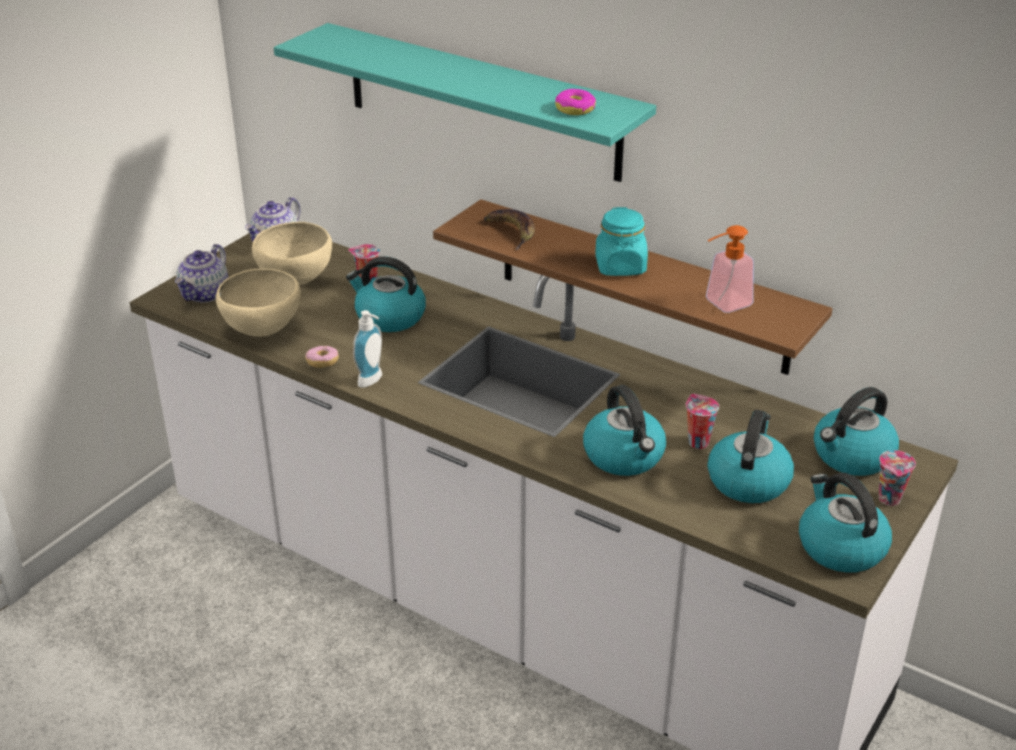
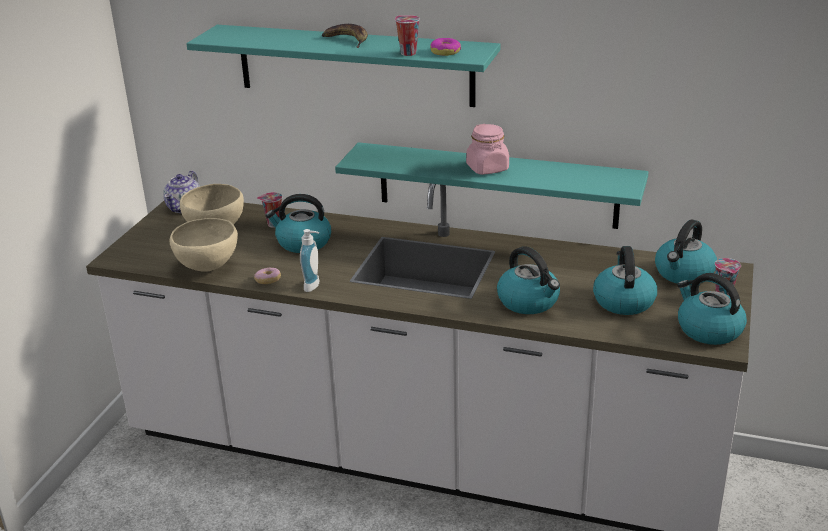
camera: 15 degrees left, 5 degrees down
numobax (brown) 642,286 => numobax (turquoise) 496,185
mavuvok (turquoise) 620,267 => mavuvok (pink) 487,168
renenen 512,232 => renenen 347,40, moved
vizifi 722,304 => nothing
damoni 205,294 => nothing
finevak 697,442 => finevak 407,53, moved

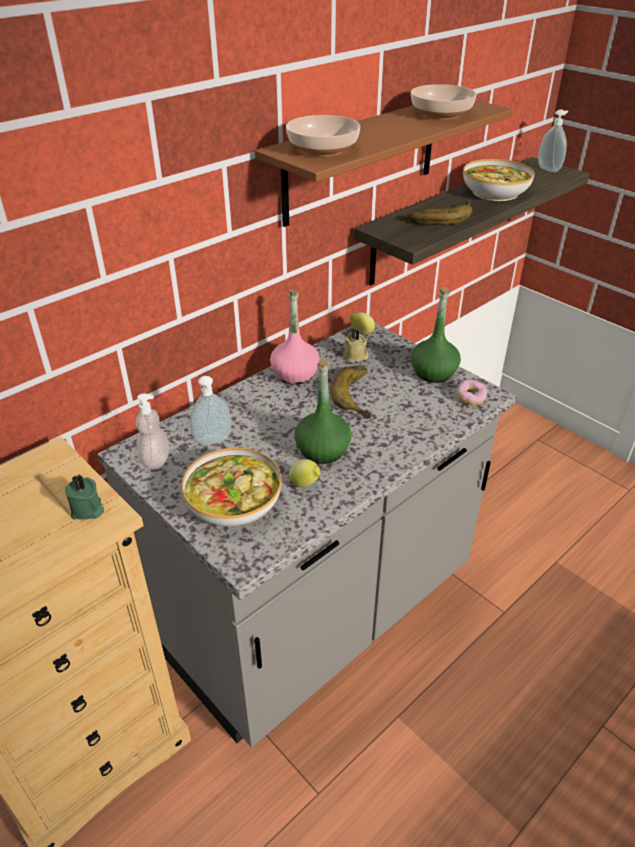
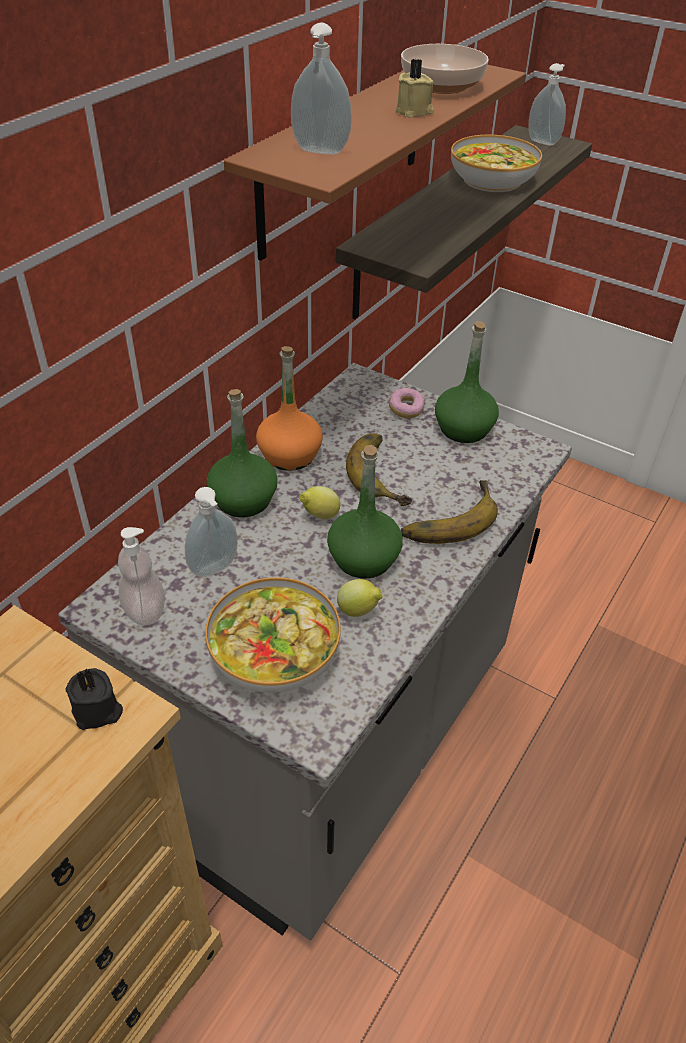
camera: 15 degrees left, 5 degrees up
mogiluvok 324,149 => vizifi 319,152
renenen 438,216 => renenen 446,517, moved
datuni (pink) 295,374 => datuni (orange) 290,455
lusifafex 361,333 => lusifafex 319,516, moved
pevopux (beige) 356,356 => pevopux (beige) 414,112, moved
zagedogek 470,398 => zagedogek 406,410, moved
pevopux (green) 87,510 => pevopux (black) 97,712
nothing => datuni (green) 243,500

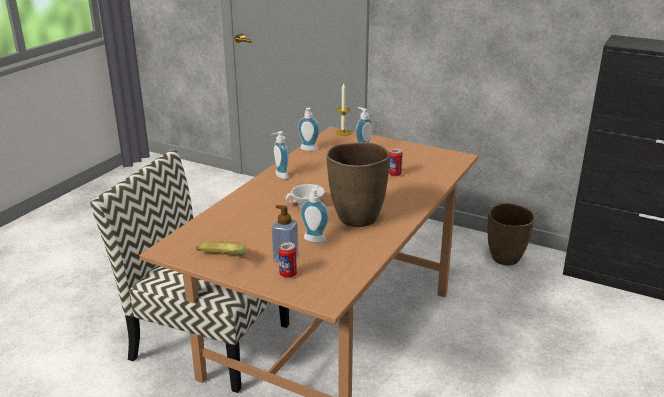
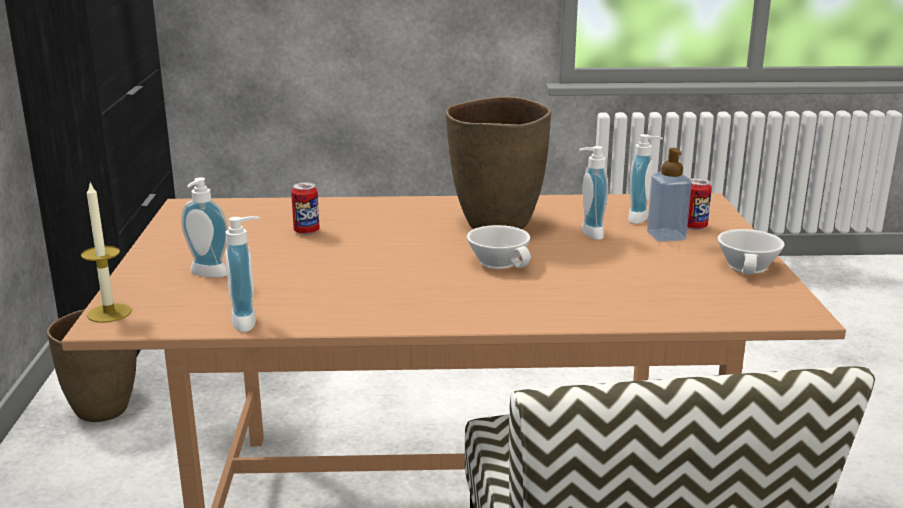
camera: 120 degrees left, 5 degrees down
vizifi 279,176 => vizifi 642,219, moved
renenen 219,263 => finevak (white) 750,267

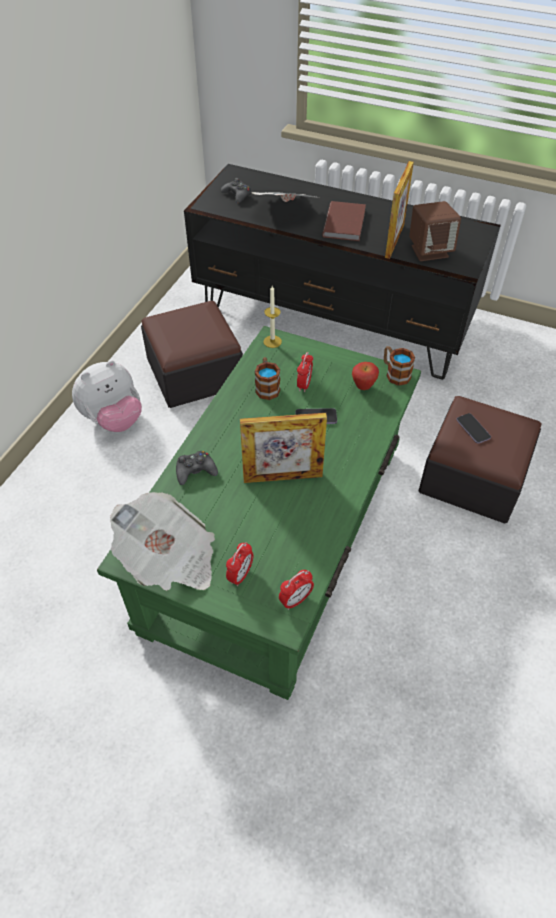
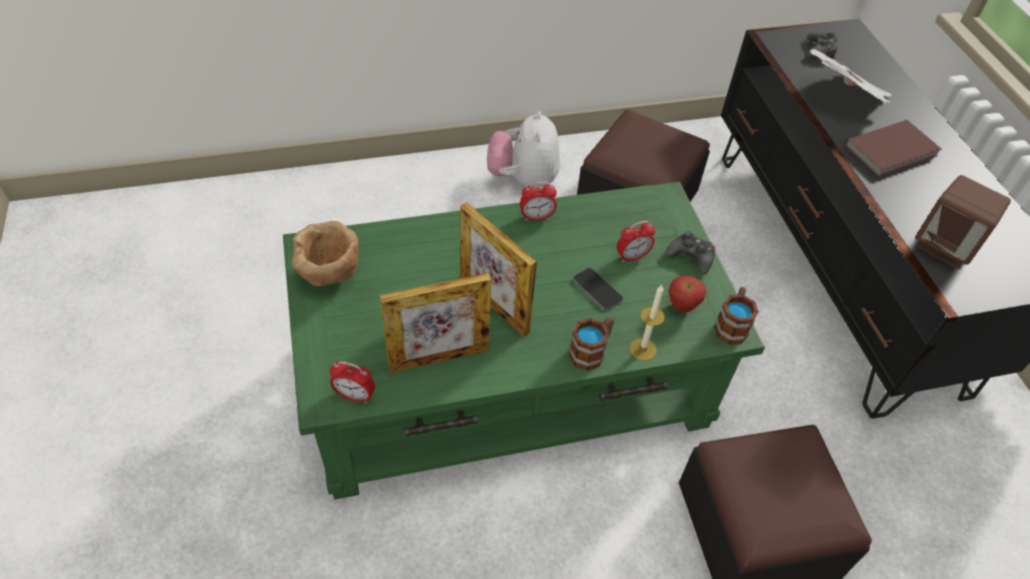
camera: 50 degrees right, 0 degrees up
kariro 394,241 => kariro 439,358, moved
pevopux 272,341 => pevopux 643,349, moved
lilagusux 267,387 => lilagusux 591,351, moved
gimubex 114,419 => gimubex 523,179, 75 degrees clockwise
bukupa 473,429 => nothing
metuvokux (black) 195,471 => metuvokux (black) 691,257, moved
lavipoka 169,559 => mogiluvok (brown) 330,275
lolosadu 240,575 => lolosadu 536,217, moved

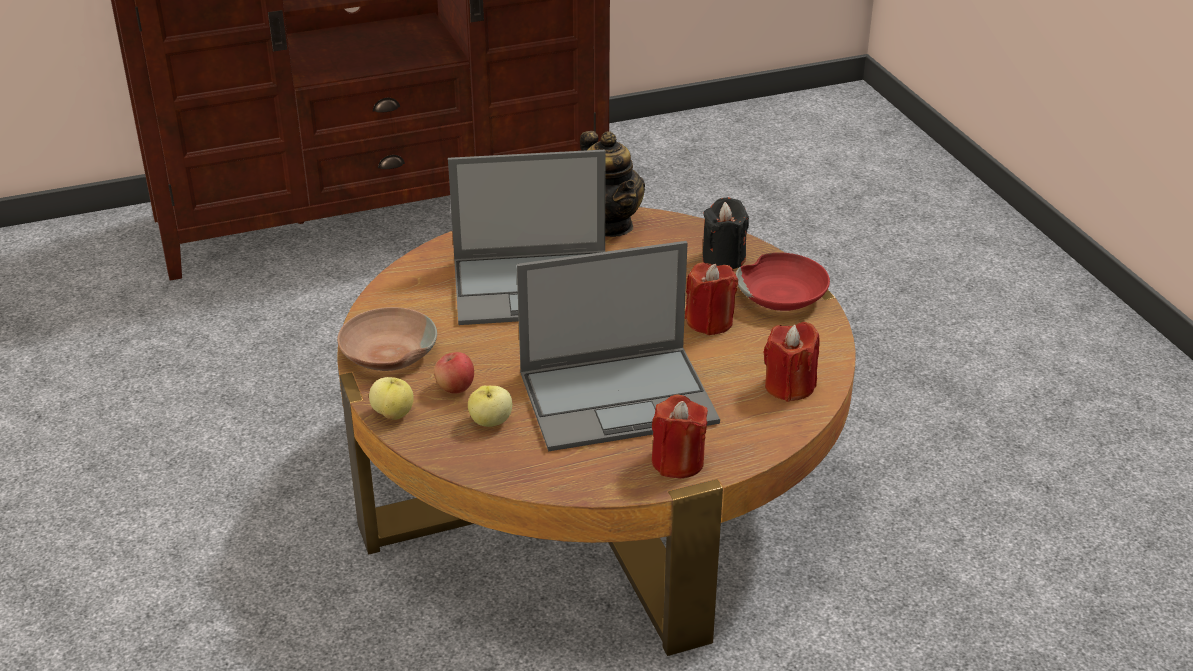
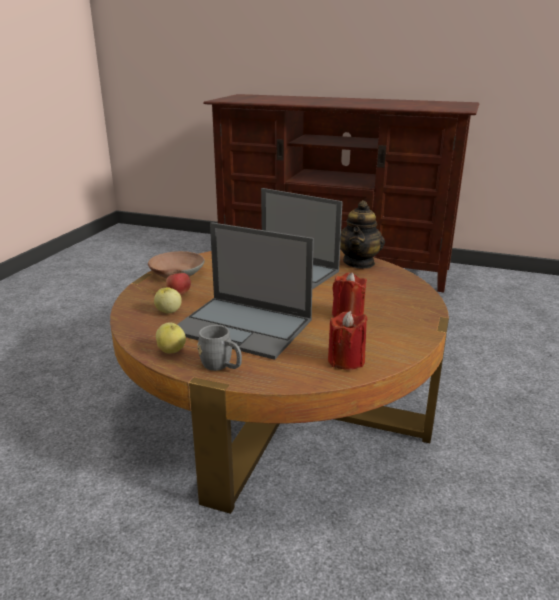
camera: 40 degrees right, 10 degrees down
pevopux (black) 723,258 => nothing
mogiluvok (red) 783,295 => nothing
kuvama 393,413 => kuvama 172,350, moved
pevopux (red) 677,462 => lilagusux (grey) 221,366

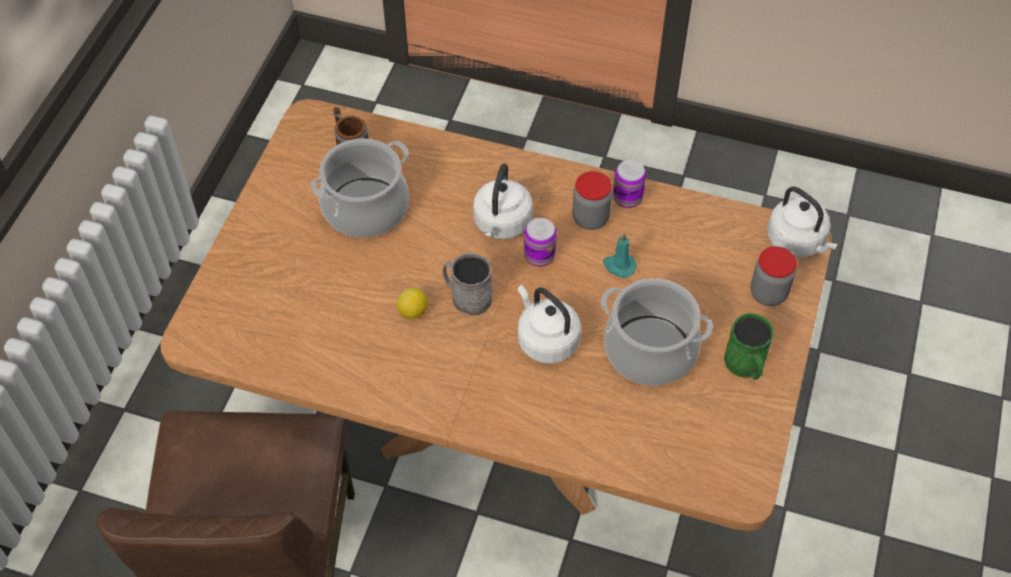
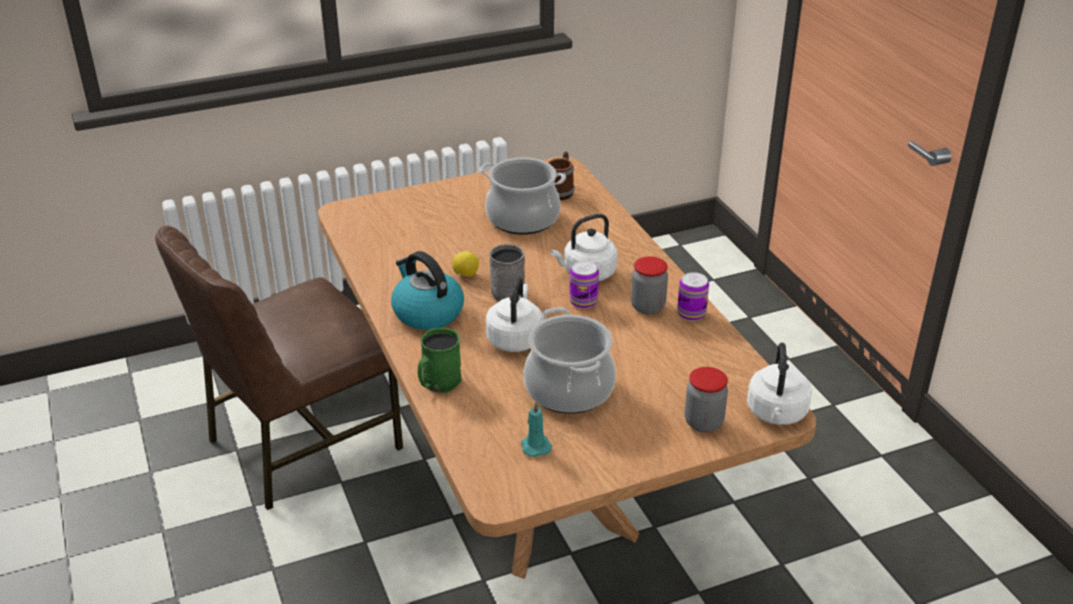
camera: 50 degrees right, 20 degrees down
pevopux (turquoise) 619,266 => pevopux (turquoise) 535,446, moved
lilagusux (green) 746,365 => lilagusux (green) 438,383, moved
nothing => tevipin 427,312

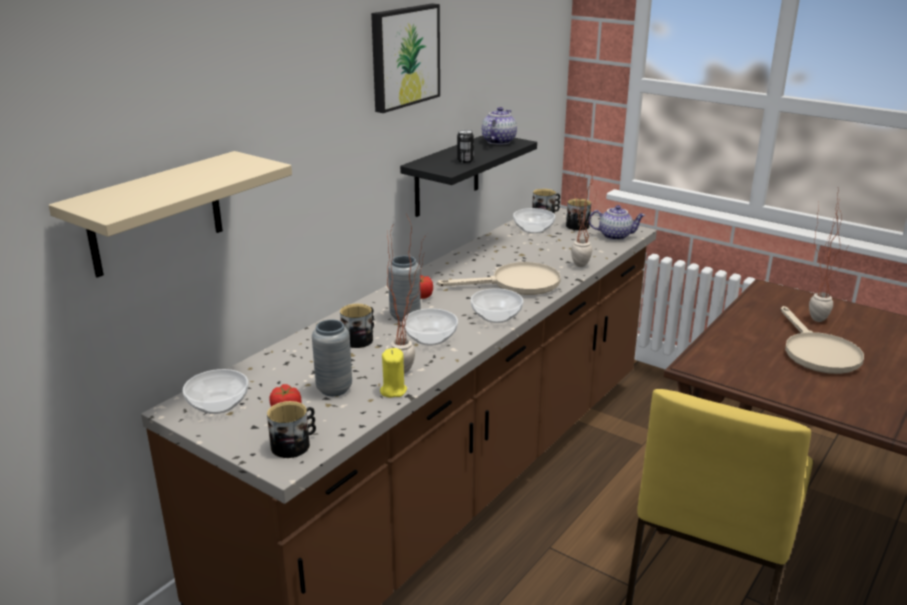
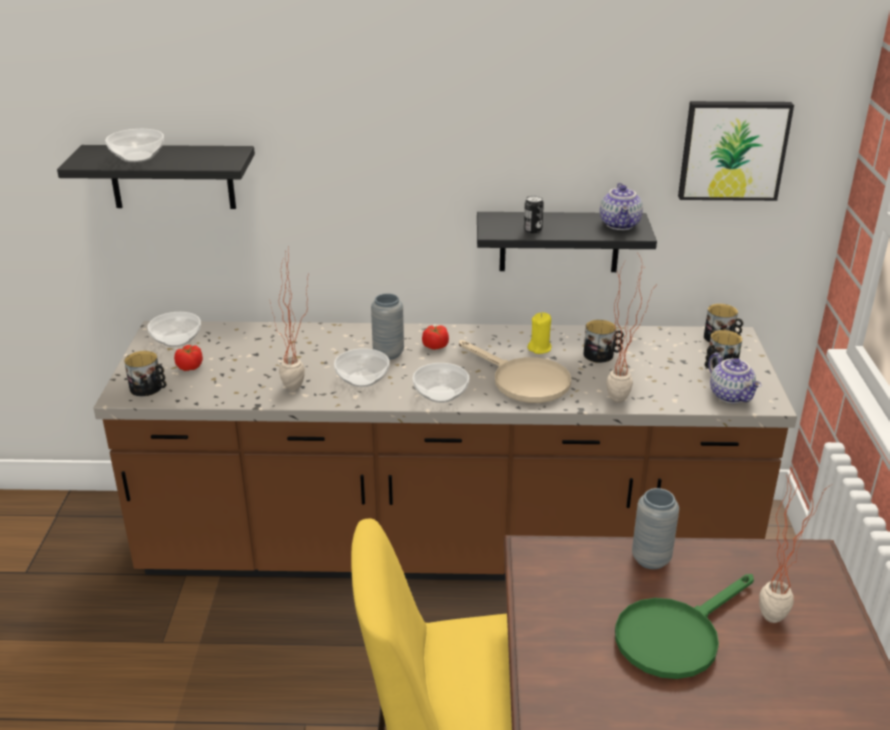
camera: 55 degrees right, 5 degrees up
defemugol 403,56 => defemugol 733,150, moved
damoni 498,141 => damoni 620,225, 105 degrees clockwise
numobax (beige) 156,214 => numobax (black) 172,177
mogiluvok 533,229 => mogiluvok 136,157, moved
lilagusux 360,339 => lilagusux 602,355, moved
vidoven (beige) 816,352 => vidoven (green) 675,635
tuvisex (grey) 334,389 => tuvisex (grey) 651,559, moved
pevopux (yellow) 393,390 => pevopux (yellow) 540,348, moved

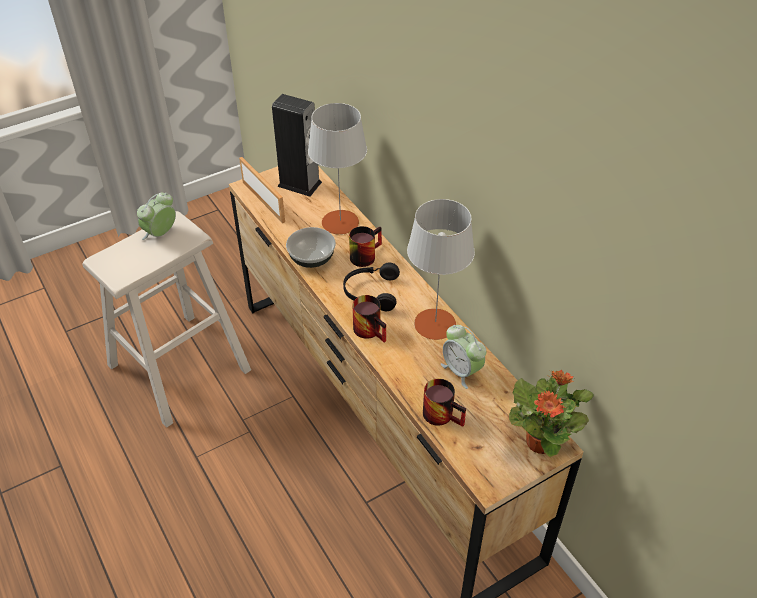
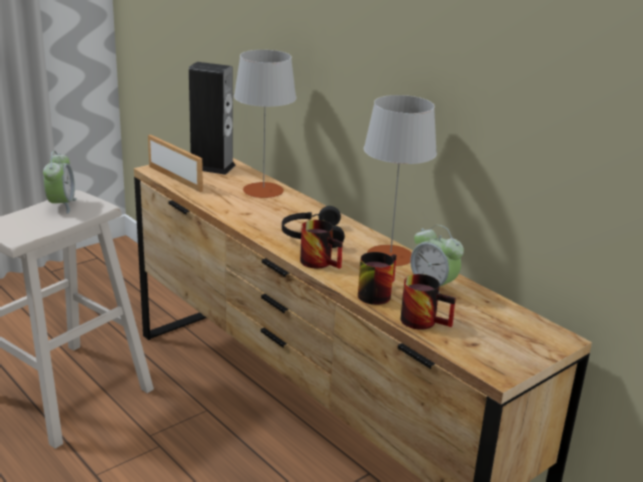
camera: 10 degrees left, 20 degrees down
lolosadu 161,234 => lolosadu 61,205, 150 degrees clockwise
lilagusux 364,254 => lilagusux 375,292, moved
mogiluvok 312,258 => nothing
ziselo 540,441 => nothing

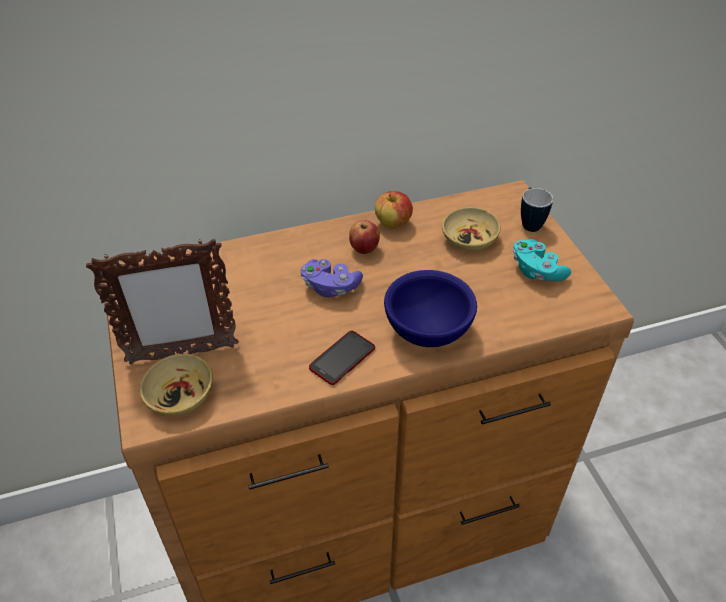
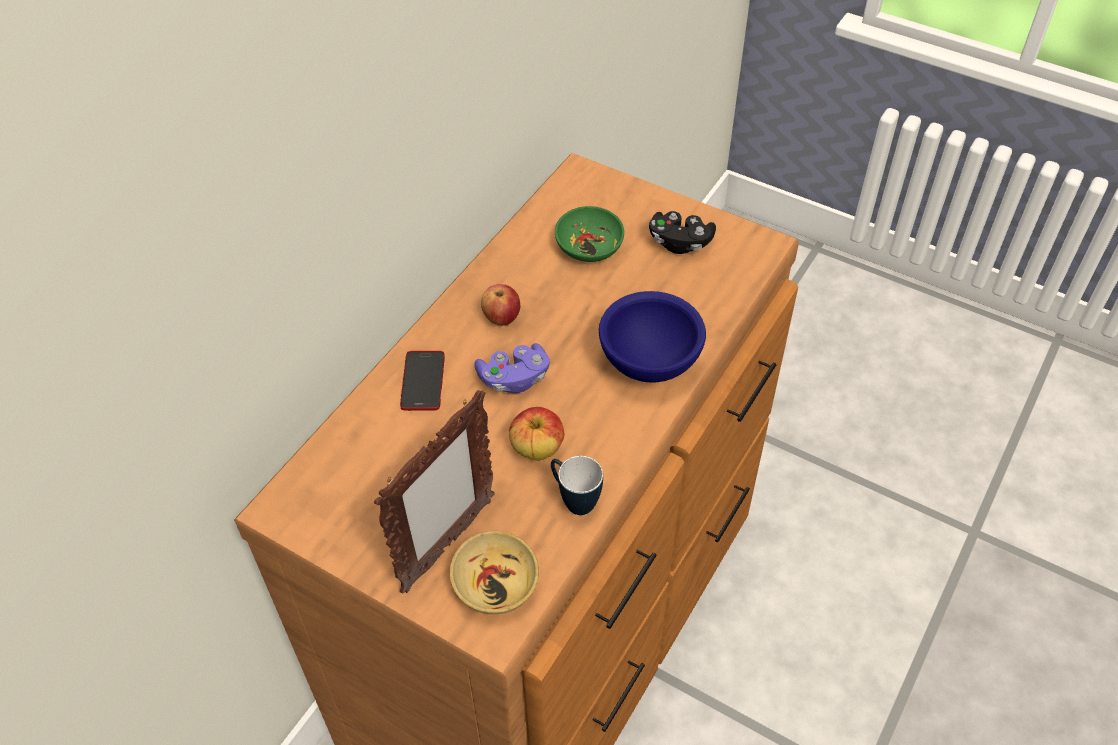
camera: 40 degrees left, 5 degrees up
lilagusux 529,223 => lilagusux 574,500, moved
kuvama 393,223 => kuvama 537,449, moved
mogiluvok (beige) 470,239 => mogiluvok (green) 590,246
metuvokux (turquoise) 536,271 => metuvokux (black) 680,242
bukupa 342,358 => bukupa 423,381, moved

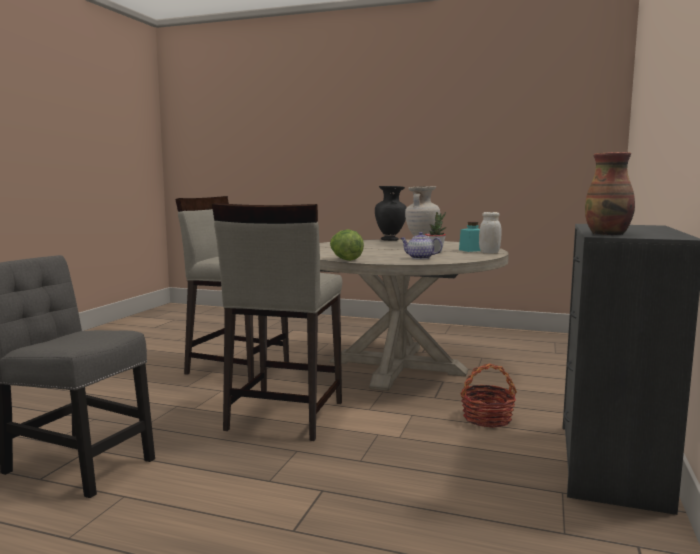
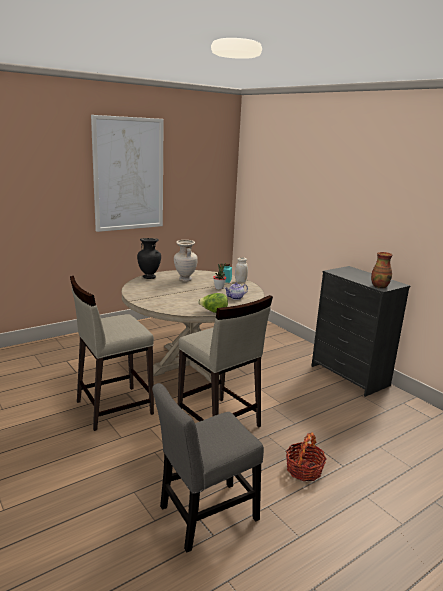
camera: 55 degrees left, 10 degrees up
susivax 487,418 => susivax 304,470, moved
nothing => defemugol 128,174

